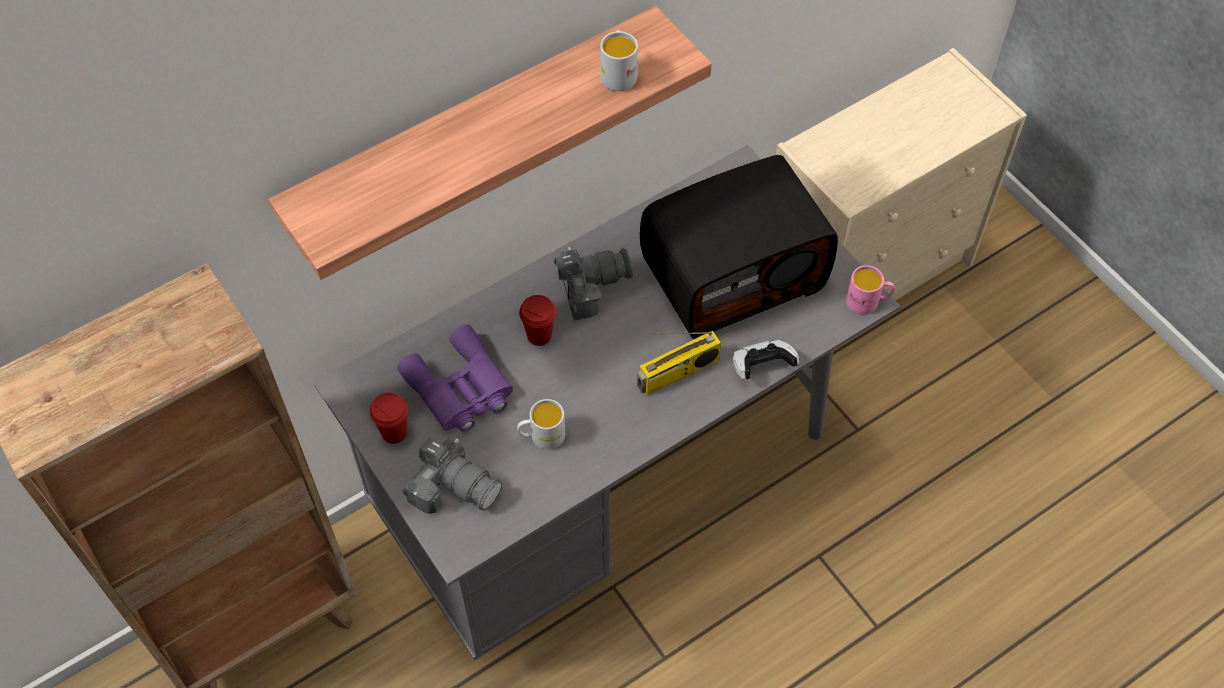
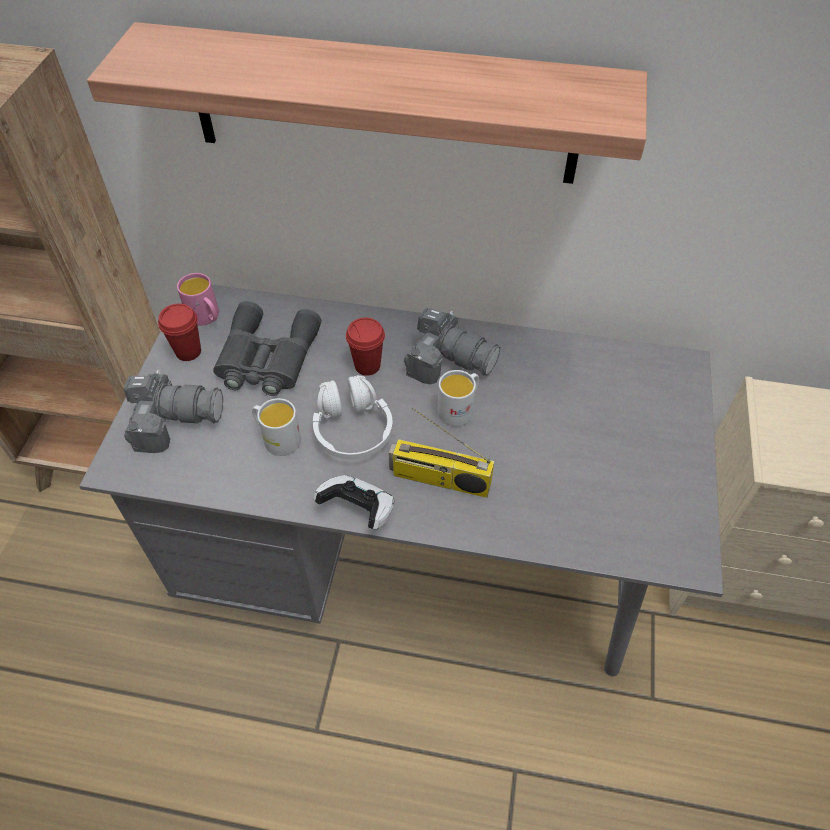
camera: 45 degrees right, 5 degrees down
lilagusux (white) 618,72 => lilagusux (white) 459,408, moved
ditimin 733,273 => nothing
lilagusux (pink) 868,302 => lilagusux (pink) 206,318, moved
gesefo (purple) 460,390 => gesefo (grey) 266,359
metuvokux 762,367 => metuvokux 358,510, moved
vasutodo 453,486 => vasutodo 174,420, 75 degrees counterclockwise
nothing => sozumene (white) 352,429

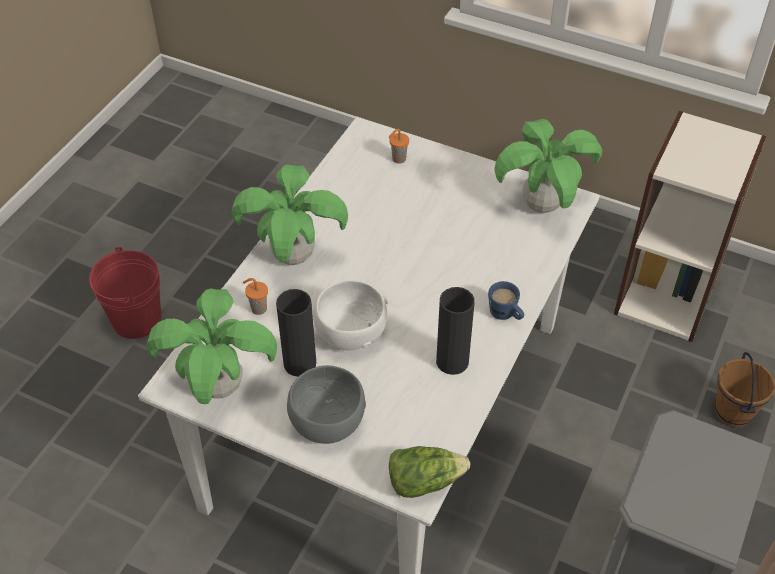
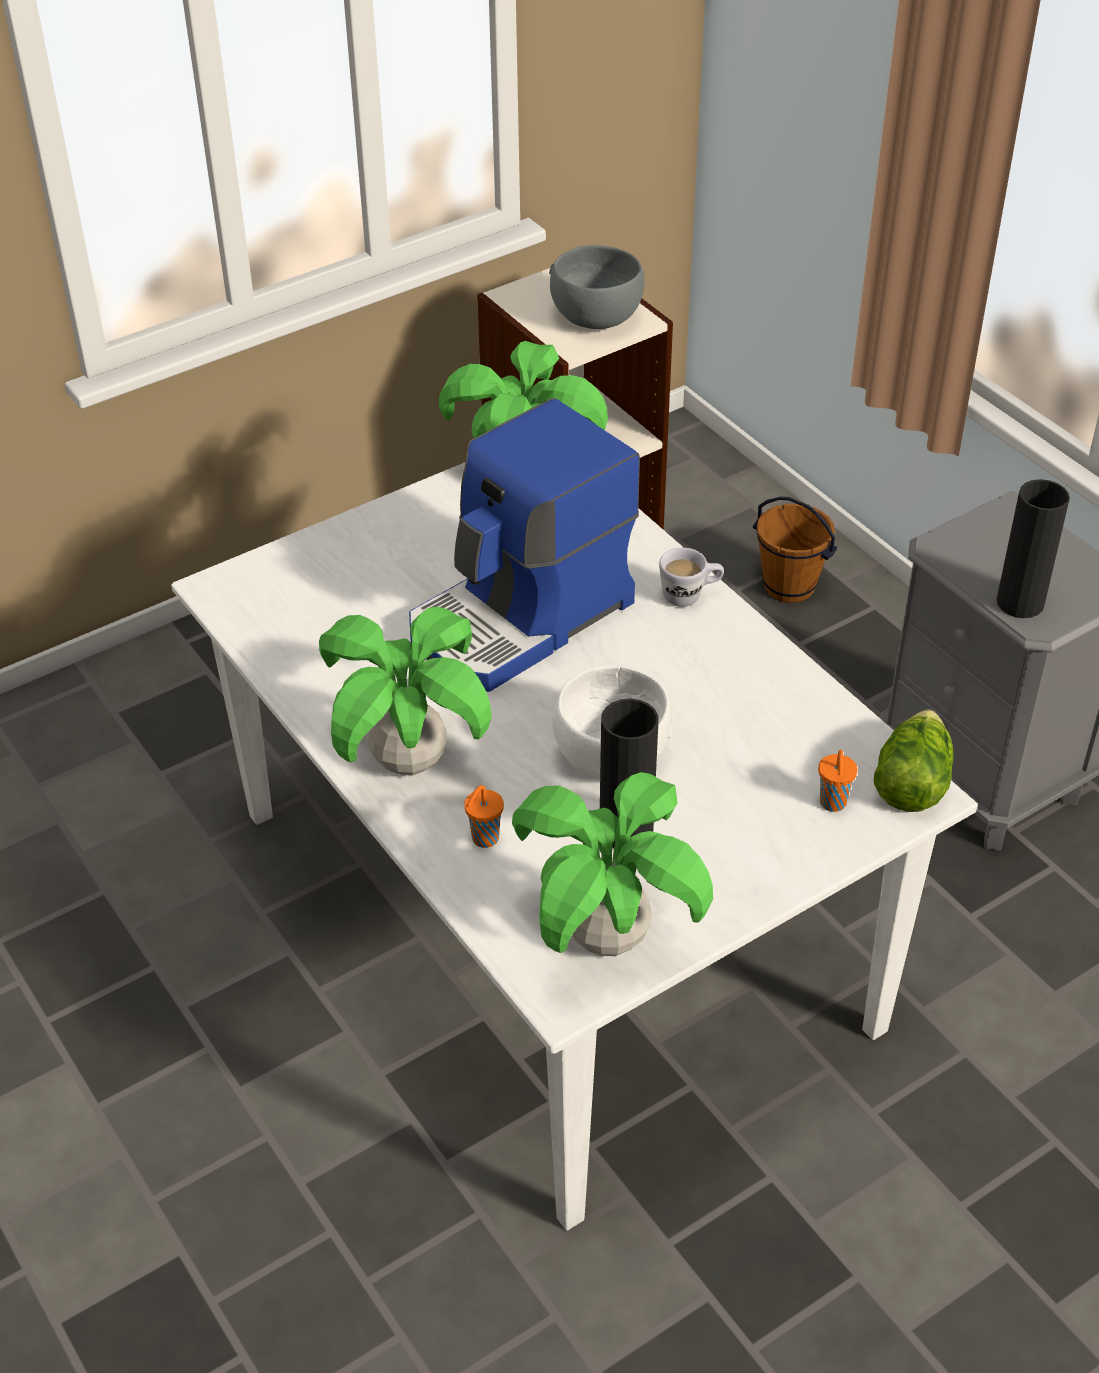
camera: 60 degrees left, 5 degrees down
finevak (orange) 398,159 => finevak (orange) 833,804, moved
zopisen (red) 136,319 => nothing
lilagusux (blue) 506,315 => lilagusux (white) 690,596
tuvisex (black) 452,361 => tuvisex (black) 1020,603, moved
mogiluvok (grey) 326,423 => mogiluvok (grey) 596,319, moved
nothing => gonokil 522,620

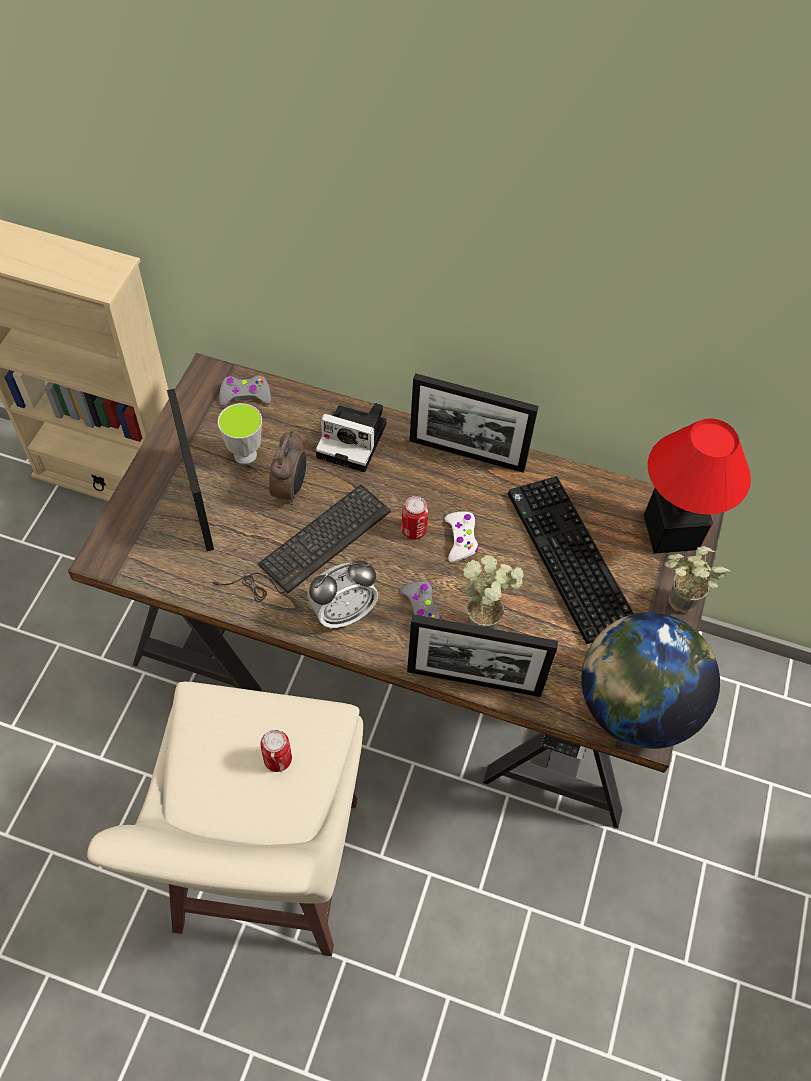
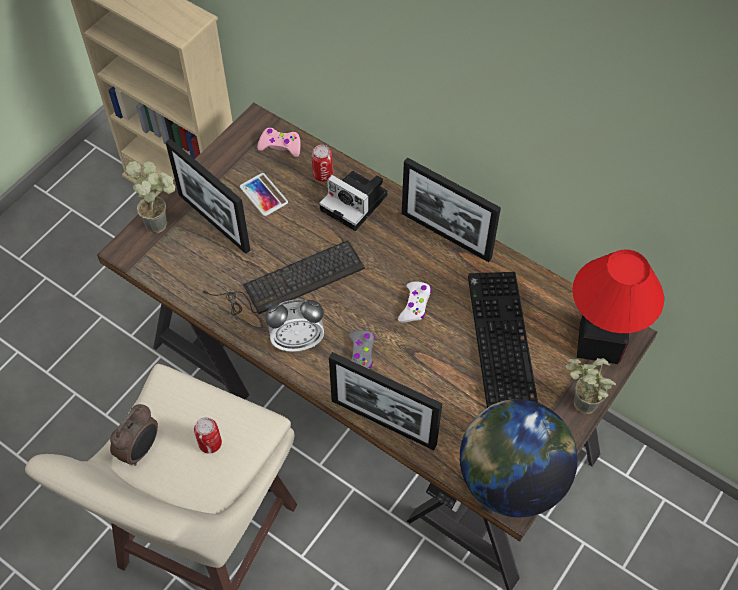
camera: 20 degrees right, 0 degrees up
metuvokux (grey) 245,395 => metuvokux (pink) 280,146
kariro 197,500 => kariro 214,222, 45 degrees counterclockwise
finevak 245,455 => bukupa 263,195
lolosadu 290,489 => lolosadu 141,449, moved
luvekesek 414,530 => luvekesek 323,175, moved
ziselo 486,621 => ziselo 162,221, moved

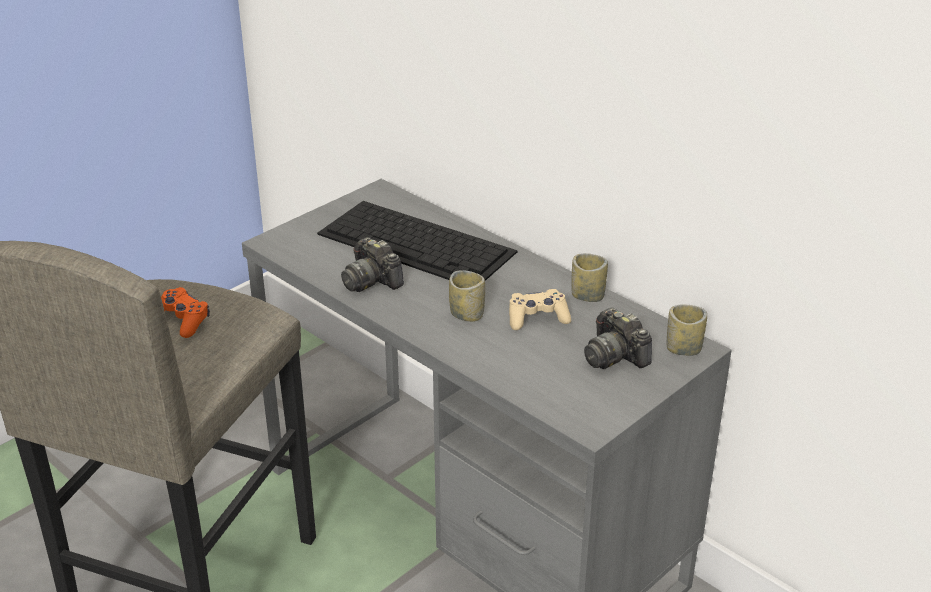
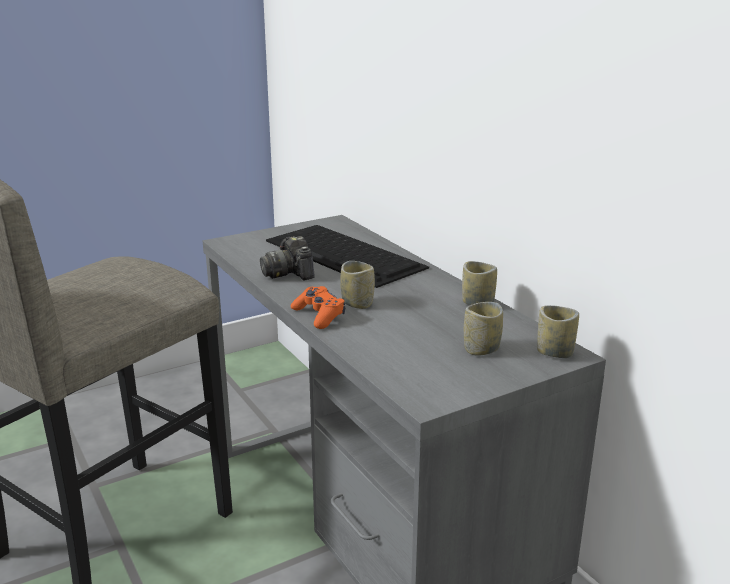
camera: 15 degrees right, 10 degrees down
metuvokux (orange) 182,320 => metuvokux (orange) 319,315, moved
metuvokux (beige) 537,318 => nothing
vasutodo 614,356 => finevak 481,349

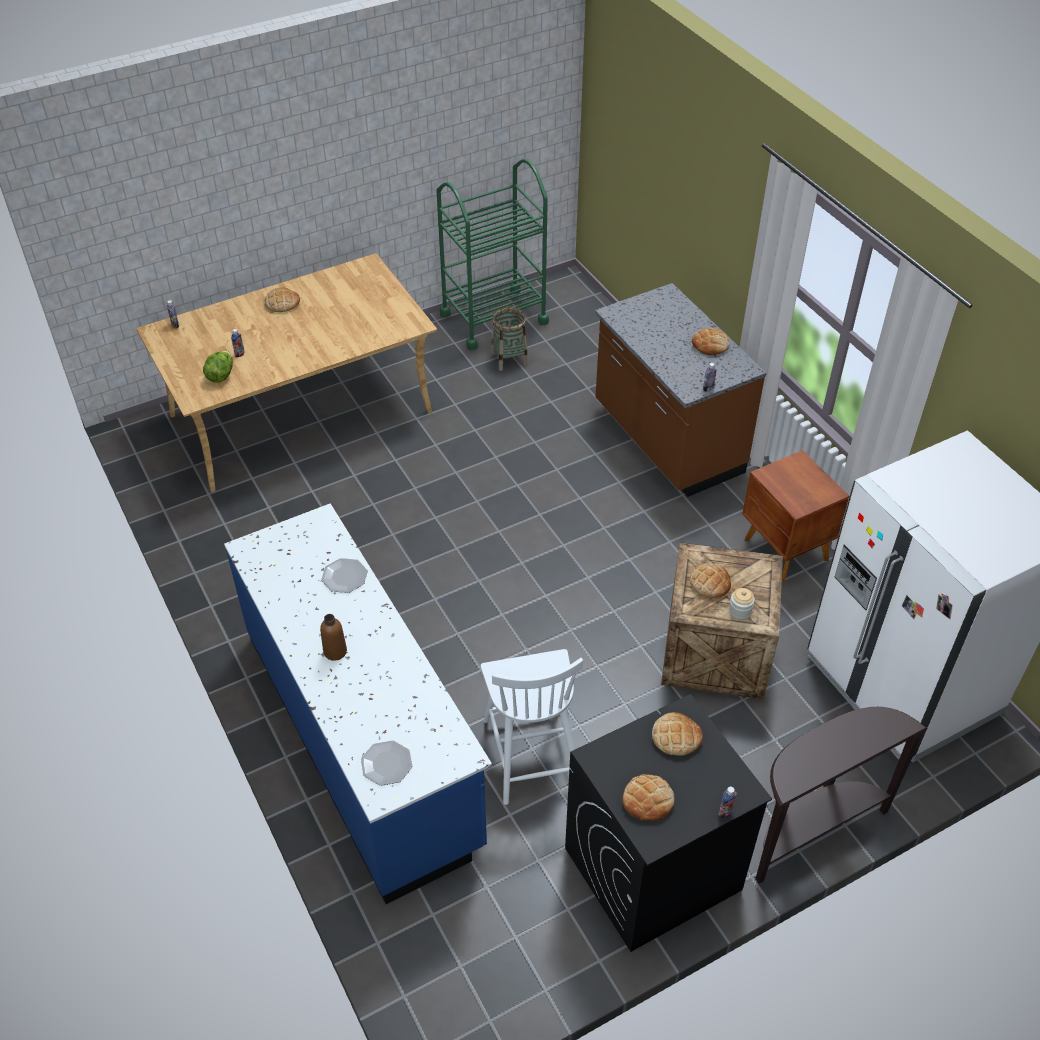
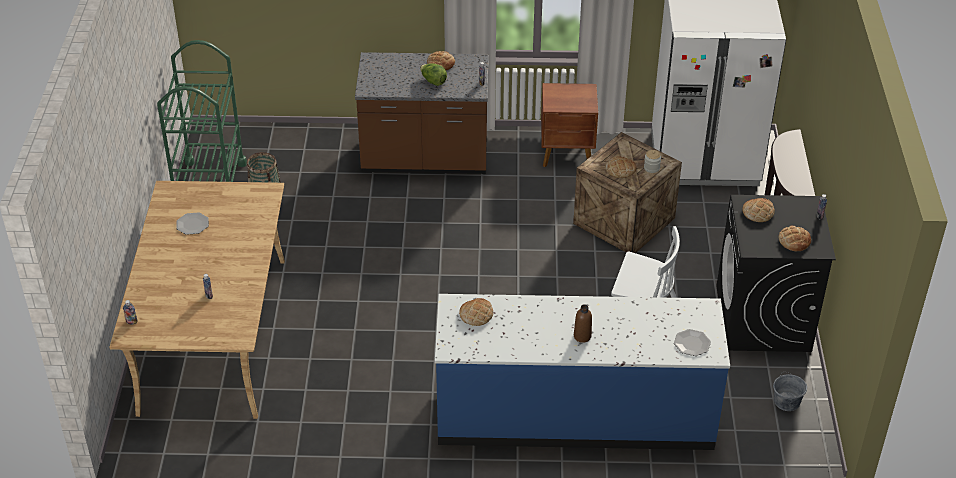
camera: 60 degrees left, 5 degrees down
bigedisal 282,303 => bigedisal 476,314, moved
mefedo 221,375 => mefedo 433,81, moved
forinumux 344,576 => forinumux 192,224, moved
nothing => zopisen (grey) 787,402

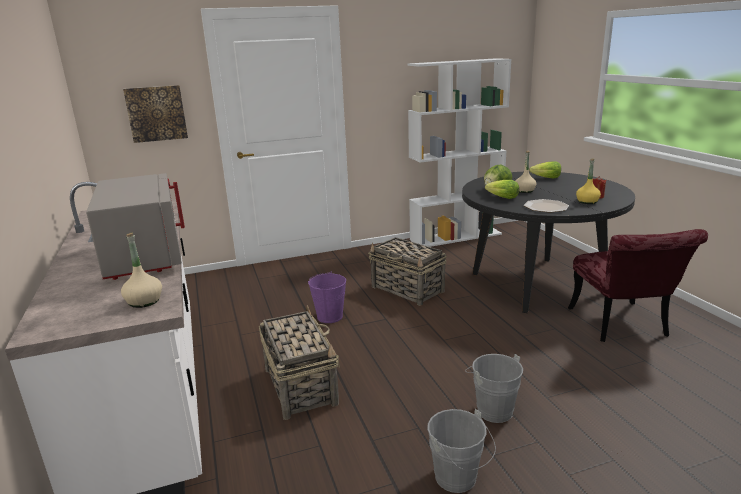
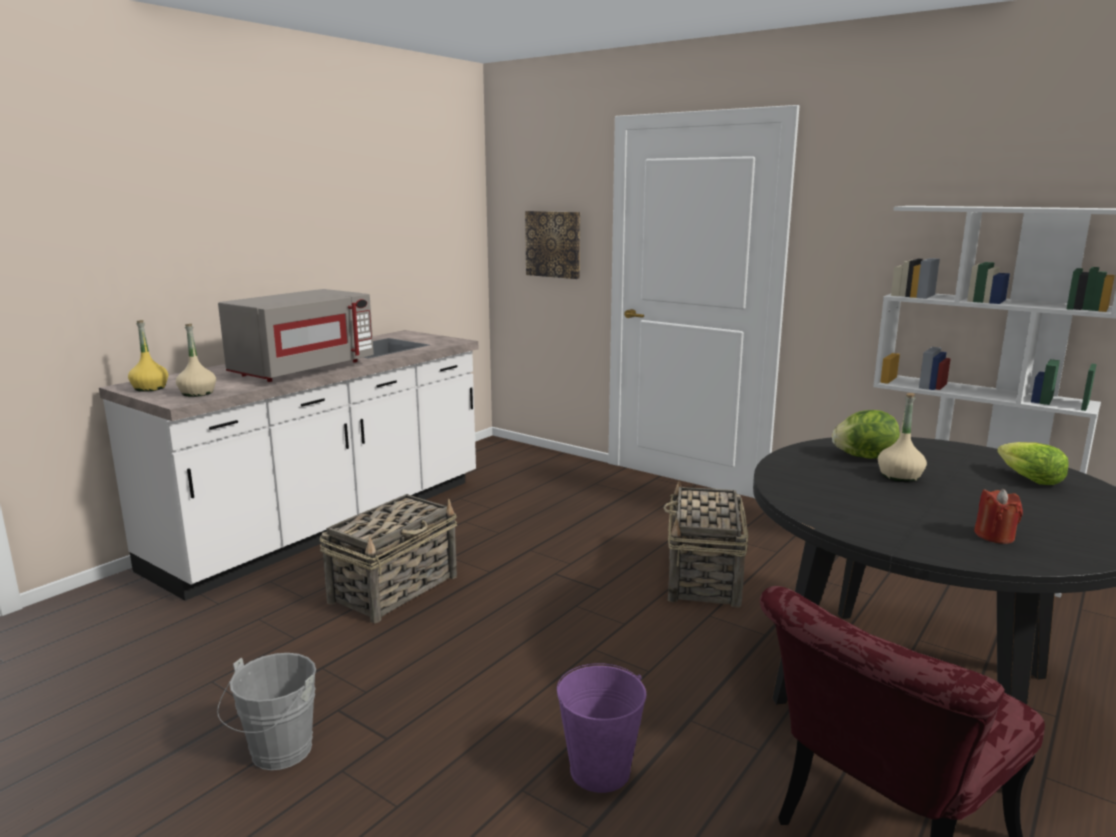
camera: 55 degrees right, 5 degrees down
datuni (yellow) 587,202 => datuni (yellow) 150,388, moved
mefedo 502,198 => nothing
forinumux 546,207 => nothing
zopisen (purple) 330,316 => zopisen (purple) 600,771, moved
zopisen (grey) 492,409 => nothing

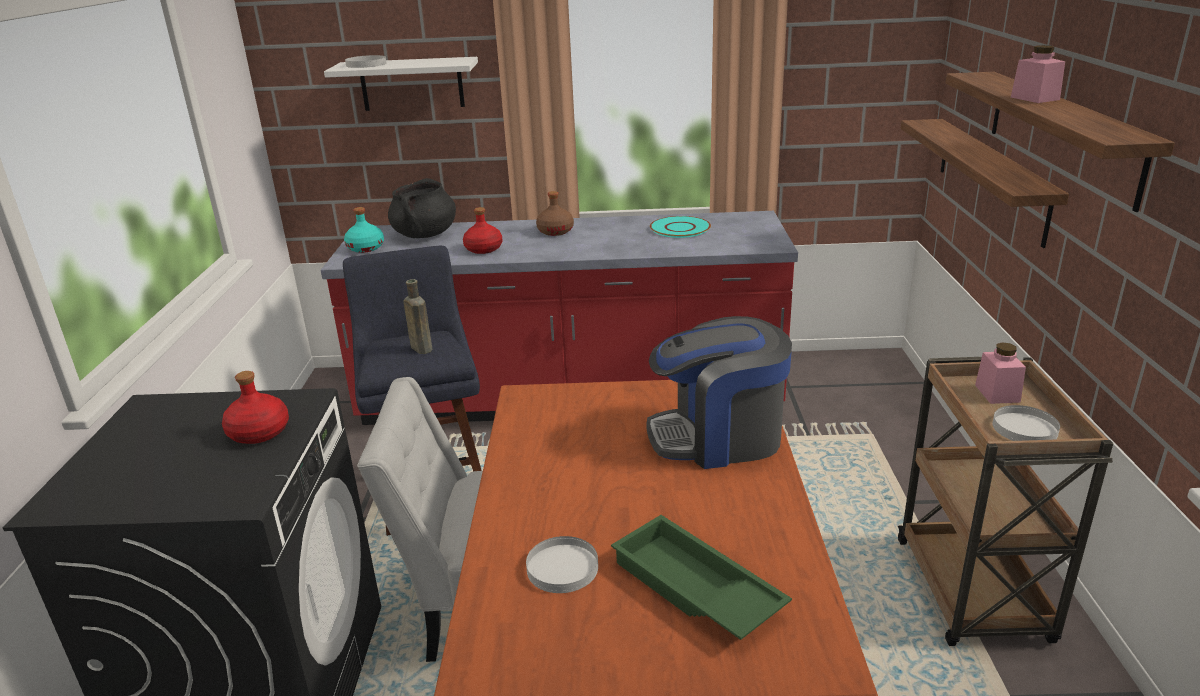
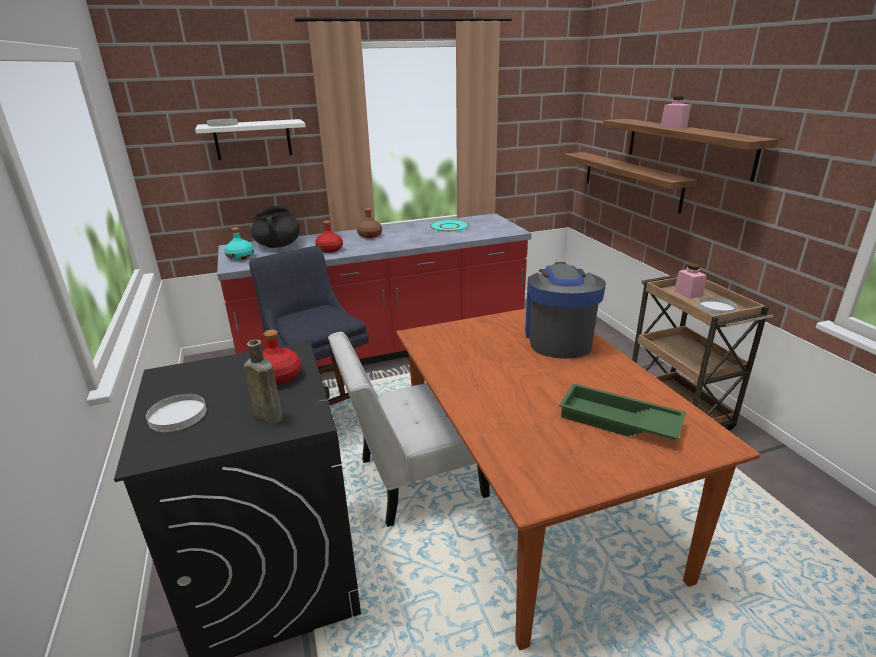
camera: 20 degrees left, 0 degrees up
datuni (brown) 420,348 => datuni (brown) 267,416, moved
gonokil 718,437 => gonokil 558,339, 120 degrees clockwise
forinumux (white) 562,568 => forinumux (white) 177,415, moved

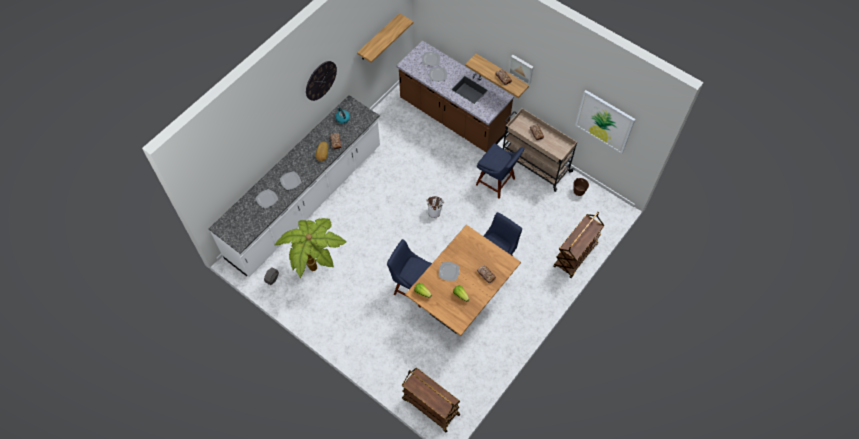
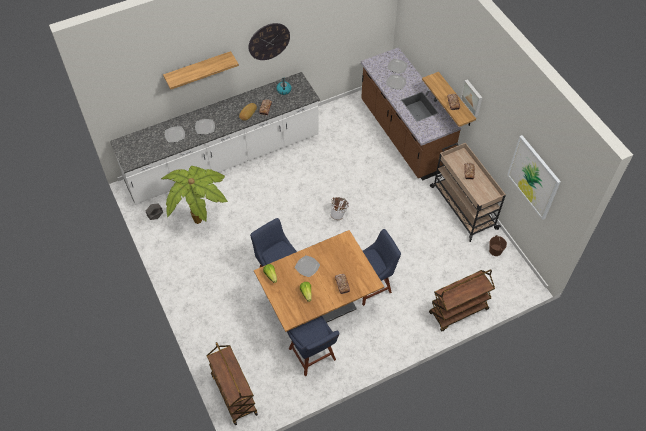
camera: 25 degrees right, 5 degrees down
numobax 379,38 => numobax 198,69, moved
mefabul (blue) 497,182 => mefabul (blue) 313,356, moved

